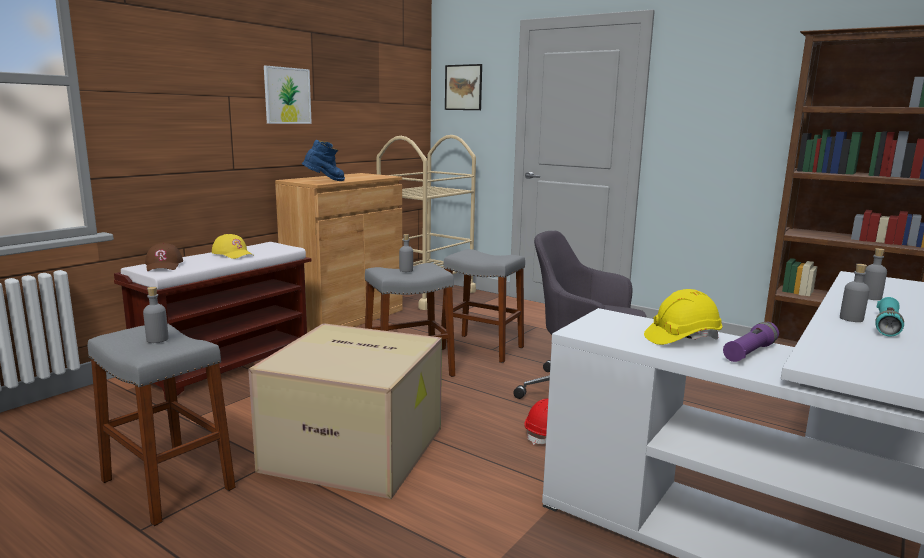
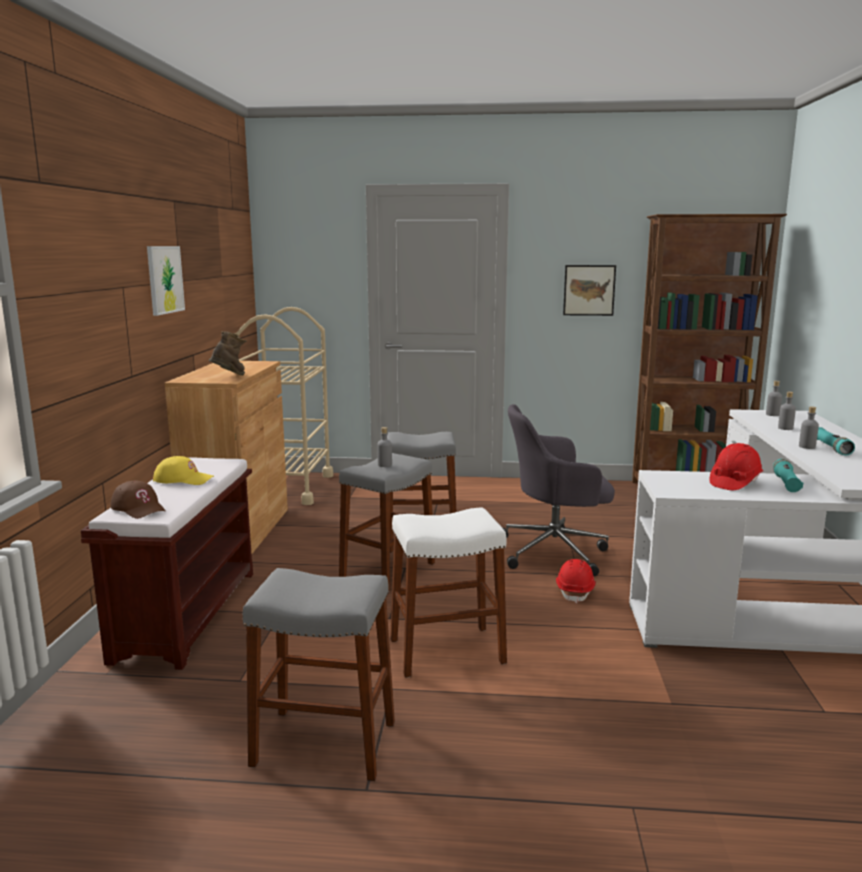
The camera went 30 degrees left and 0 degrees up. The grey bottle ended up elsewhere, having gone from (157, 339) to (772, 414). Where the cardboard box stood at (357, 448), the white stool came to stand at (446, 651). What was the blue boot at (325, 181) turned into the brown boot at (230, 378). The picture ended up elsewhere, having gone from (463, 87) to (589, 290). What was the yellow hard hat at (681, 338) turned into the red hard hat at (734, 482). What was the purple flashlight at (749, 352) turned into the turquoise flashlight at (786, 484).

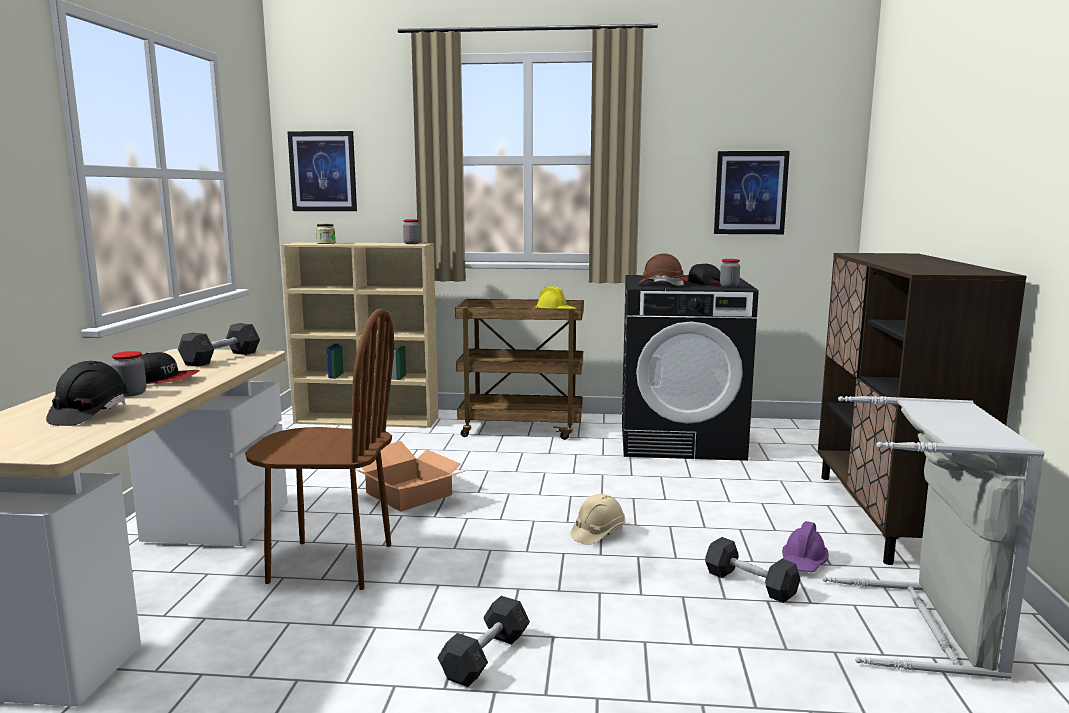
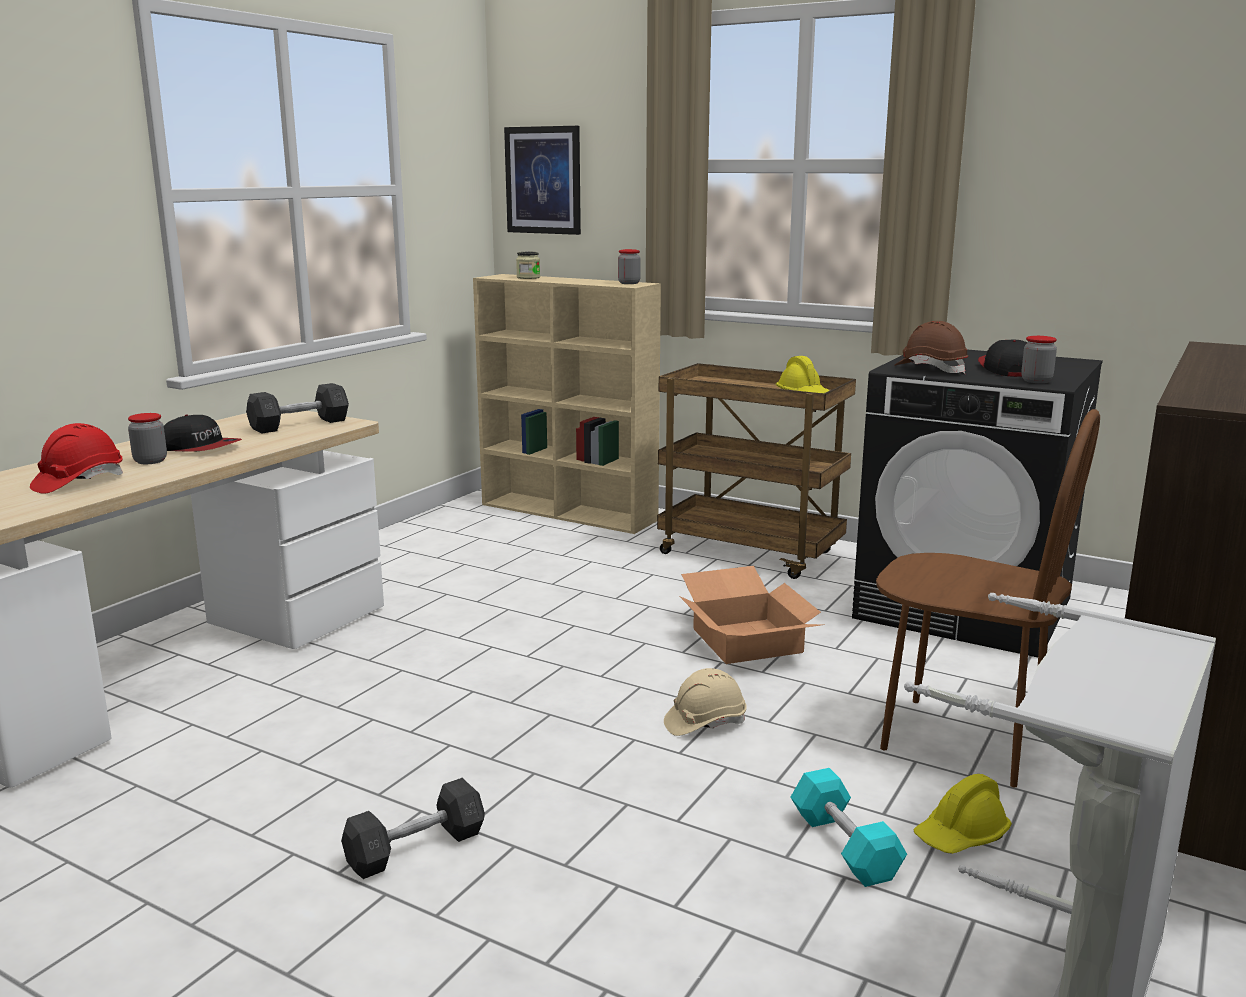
The camera went 25 degrees right and 5 degrees up. What was the black hard hat at (89, 414) turned into the red hard hat at (78, 482). The brown chair ended up elsewhere, having gone from (331, 564) to (961, 739). The cardboard box ended up elsewhere, having gone from (407, 494) to (745, 640). What was the grey dumbbell at (750, 584) turned into the turquoise dumbbell at (844, 846). The second view lost the picture at (750, 193). What was the purple hard hat at (803, 562) turned into the yellow hard hat at (961, 836).

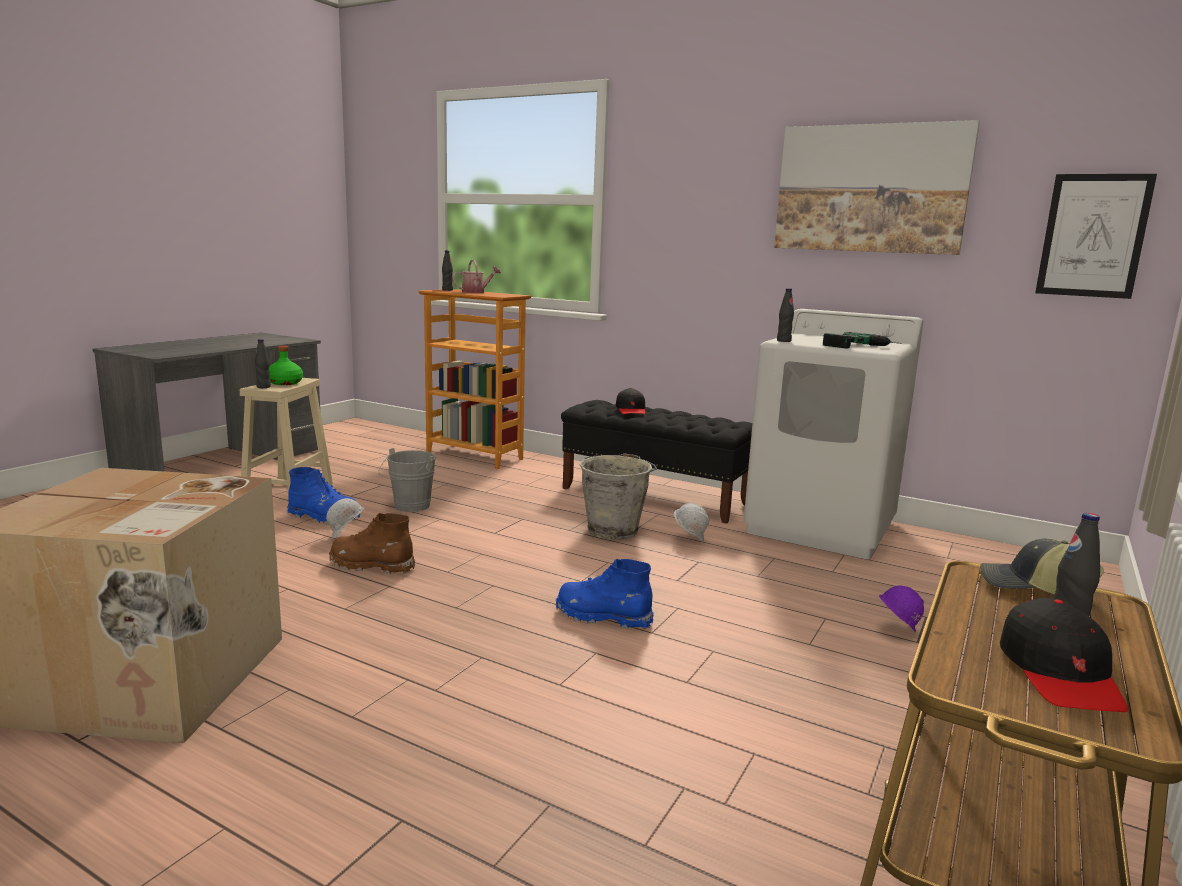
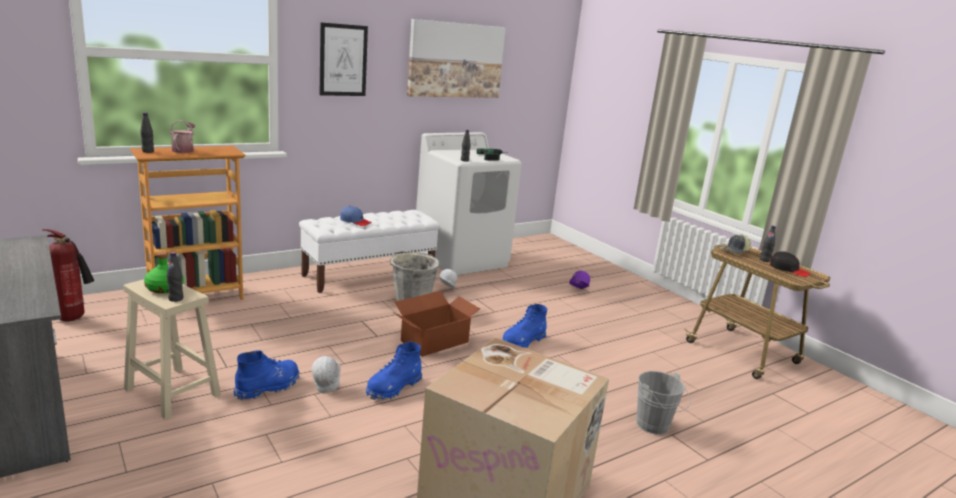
The camera went 65 degrees left and 5 degrees up. What was the brown boot at (372, 566) turned into the blue boot at (393, 388). The grey bucket ended up elsewhere, having gone from (409, 507) to (655, 426). What was the black bench at (655, 496) turned into the white bench at (369, 275). What was the black cap at (631, 410) turned into the blue cap at (355, 221). The picture ended up elsewhere, having gone from (1093, 236) to (343, 60). The second view gained the fire extinguisher at (74, 318). The second view gained the cardboard box at (433, 341).

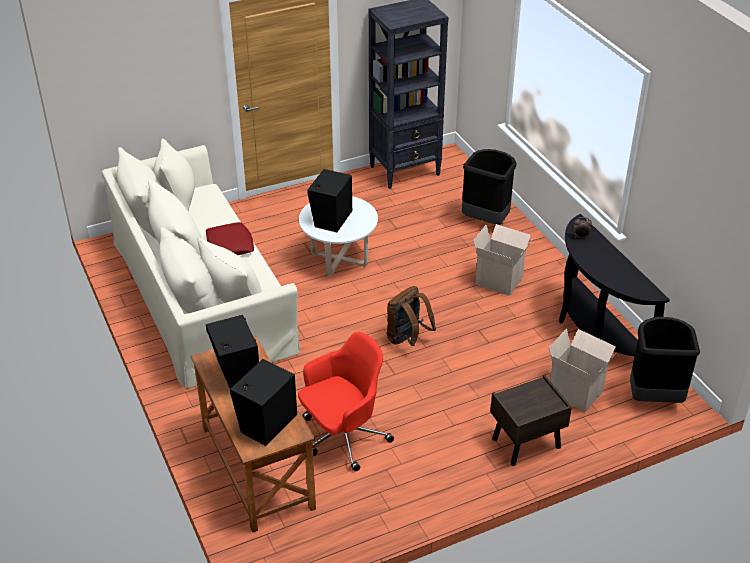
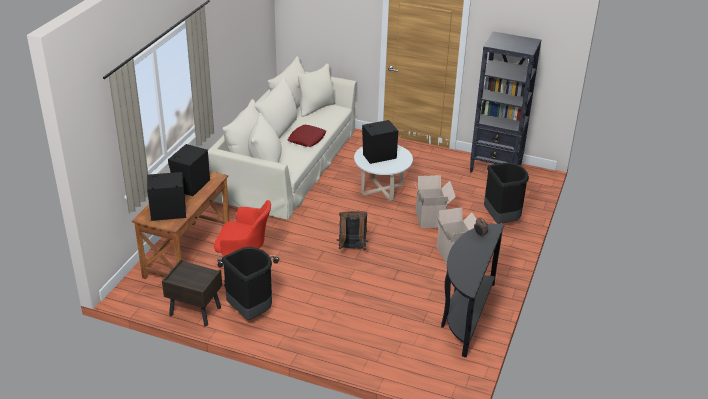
The camera went 45 degrees right and 5 degrees down. The brown nightstand ended up elsewhere, having gone from (525, 444) to (194, 311). The cardboard box ended up elsewhere, having gone from (577, 392) to (431, 219). The black trash can ended up elsewhere, having gone from (654, 397) to (251, 312).

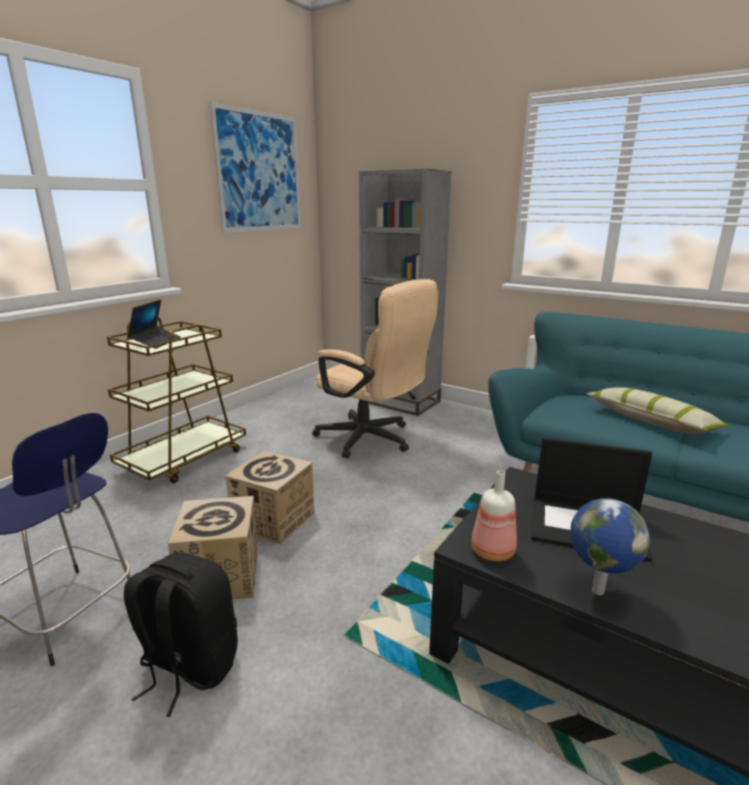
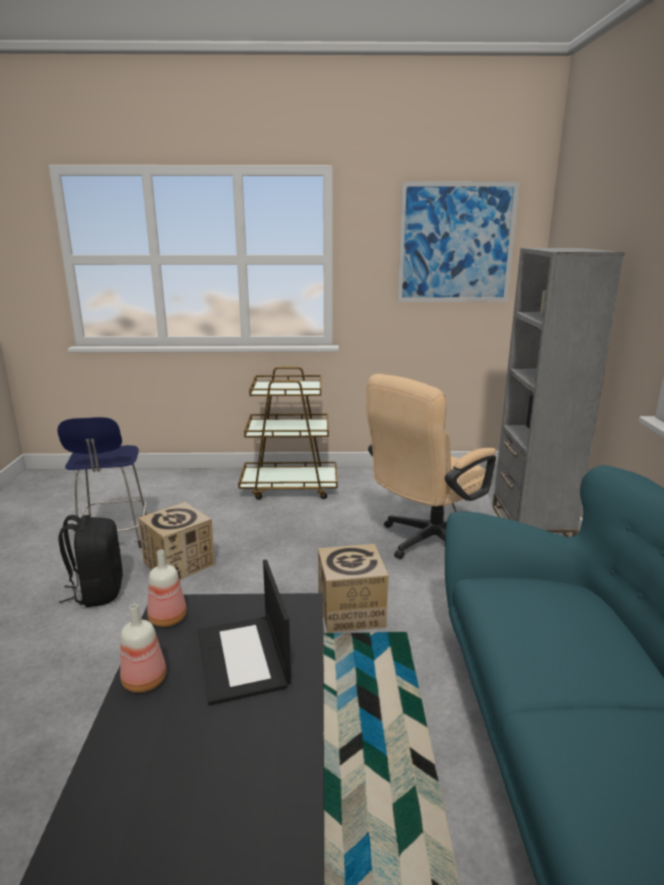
The camera went 55 degrees right and 0 degrees up. The second view lost the laptop at (156, 342). The cardboard box ended up elsewhere, having gone from (274, 520) to (351, 611). The beige office chair at (372, 440) ended up facing another way, 45 degrees clockwise from before. Where the globe stood at (596, 590), the bottle came to stand at (145, 680). The second view lost the pillow at (651, 422).

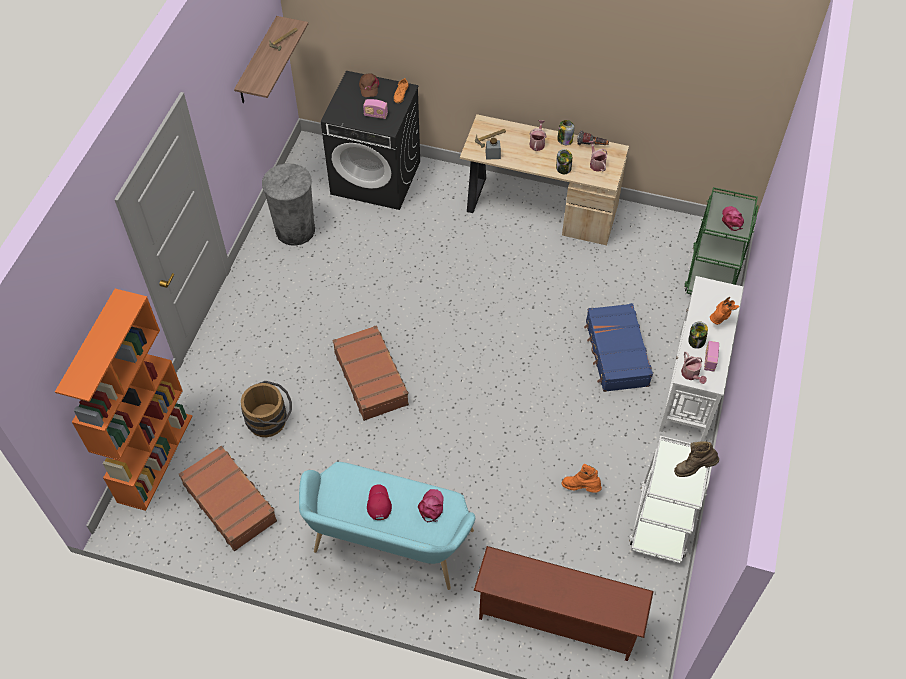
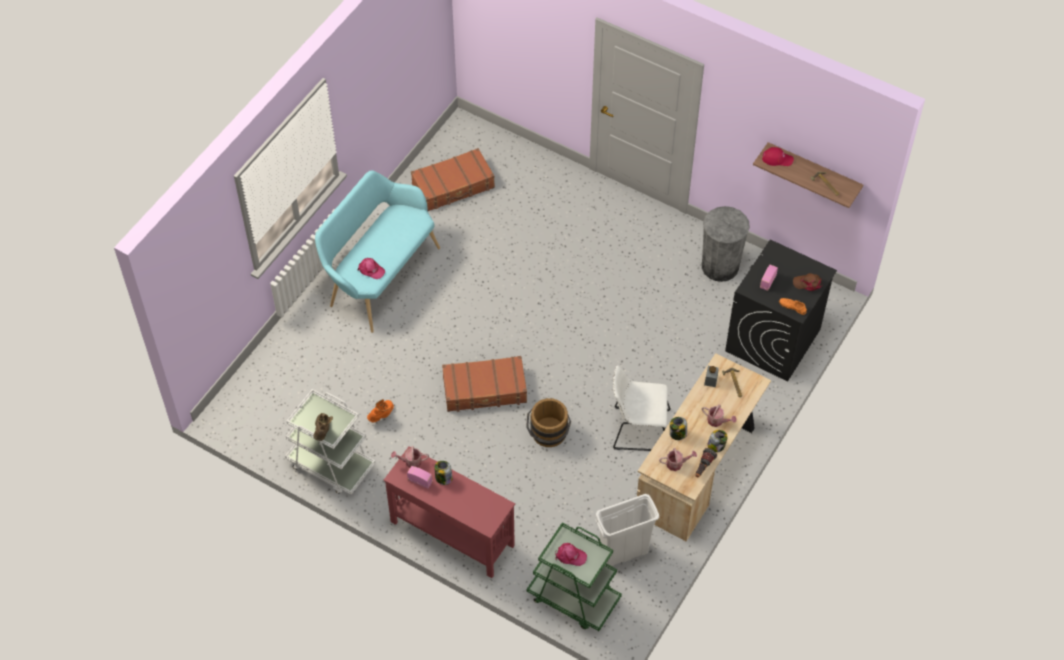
The camera went 105 degrees right and 0 degrees up. The second view lost the orange bookcase at (155, 457). The brown bucket ended up elsewhere, having gone from (271, 420) to (548, 436). The brown suitcase ended up elsewhere, having gone from (371, 378) to (485, 390). The red cap ended up elsewhere, having gone from (378, 503) to (777, 159). The second view lost the brown shoe rack at (556, 620). The second view lost the blue suitcase at (616, 353). What was the white console table at (691, 384) turned into the red console table at (452, 533). The second view lost the orange boot at (720, 318). The second view gained the white trash can at (623, 553). The second view gained the white chair at (638, 429).

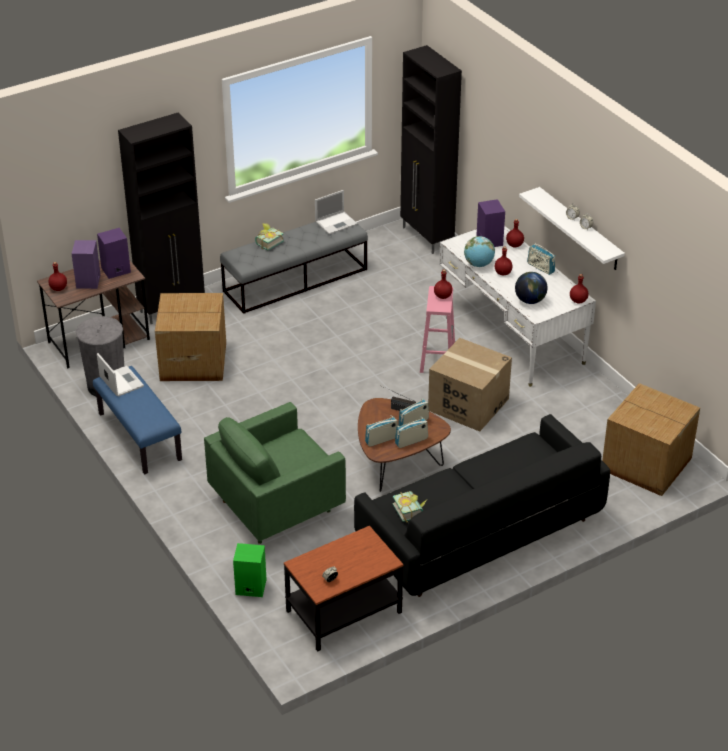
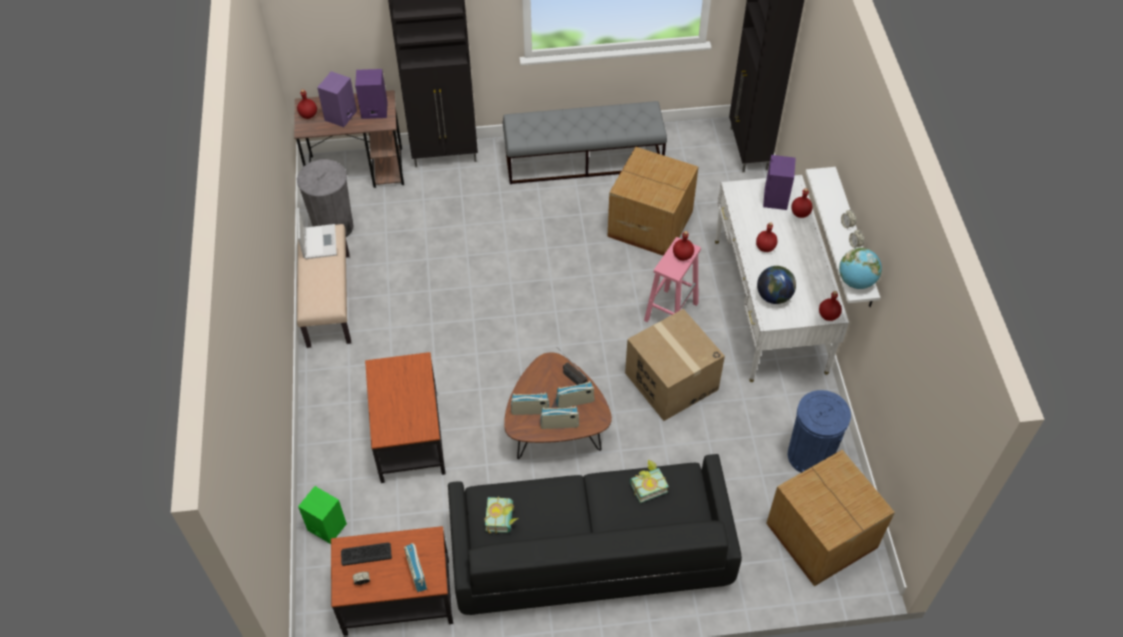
The camera went 25 degrees right and 15 degrees up. What was the blue bench at (139, 437) turned into the beige bench at (328, 299). The cardboard box ended up elsewhere, having gone from (192, 360) to (649, 222). Where the green armchair stood at (277, 505), the side table came to stand at (409, 435). The book ended up elsewhere, having gone from (267, 242) to (647, 485). The second view lost the laptop at (336, 223). The globe ended up elsewhere, having gone from (478, 264) to (856, 281). The radio ended up elsewhere, having gone from (540, 267) to (417, 573). The second view gained the keyboard at (366, 554). The second view gained the blue trash can at (810, 455).

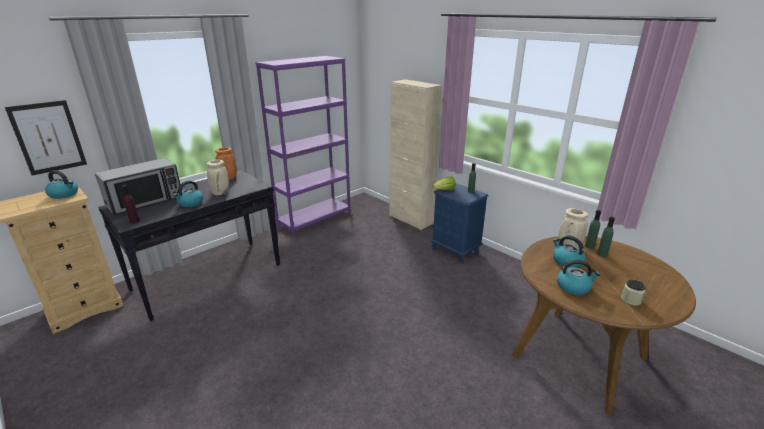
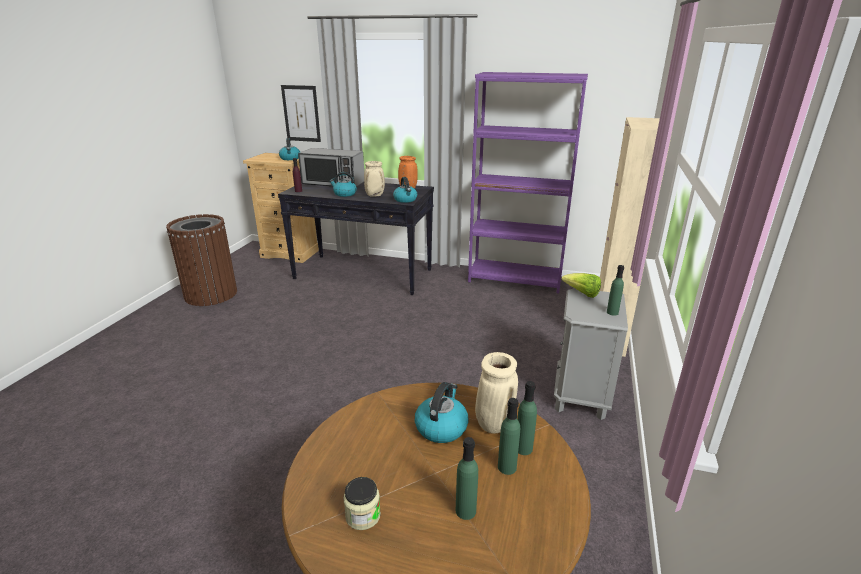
The camera went 60 degrees right and 0 degrees up. What was the blue nightstand at (455, 250) turned into the grey nightstand at (581, 396). The kettle ended up elsewhere, having gone from (573, 287) to (405, 200). The second view gained the brown trash can at (211, 294). The second view gained the green bottle at (465, 510).

